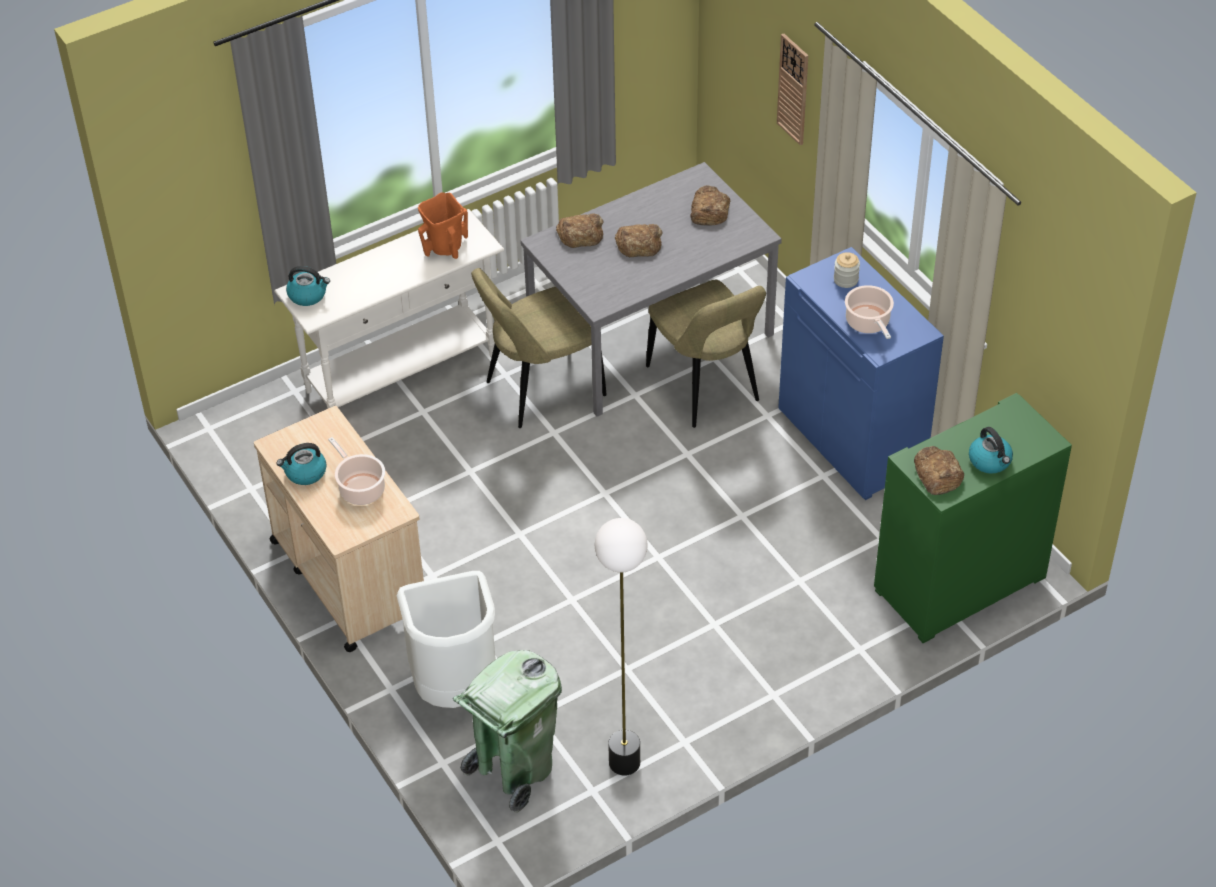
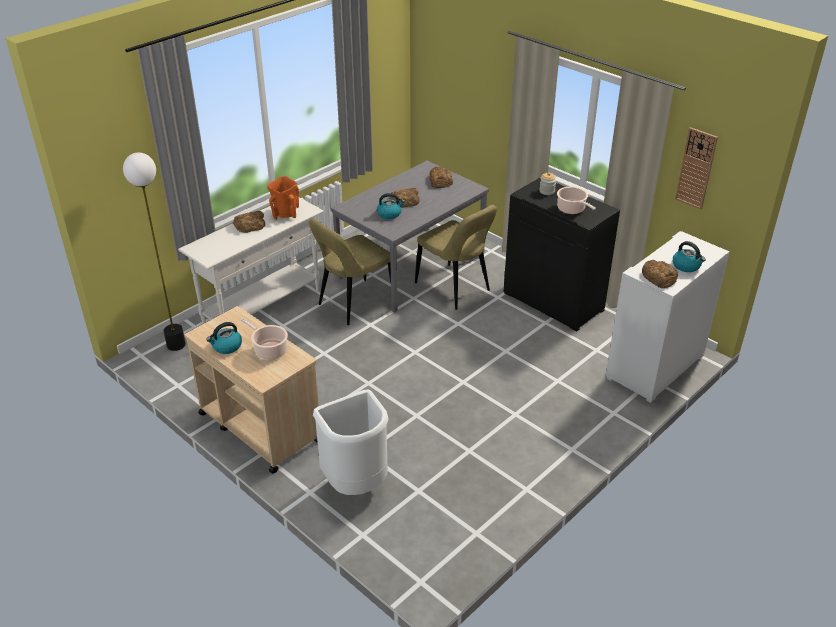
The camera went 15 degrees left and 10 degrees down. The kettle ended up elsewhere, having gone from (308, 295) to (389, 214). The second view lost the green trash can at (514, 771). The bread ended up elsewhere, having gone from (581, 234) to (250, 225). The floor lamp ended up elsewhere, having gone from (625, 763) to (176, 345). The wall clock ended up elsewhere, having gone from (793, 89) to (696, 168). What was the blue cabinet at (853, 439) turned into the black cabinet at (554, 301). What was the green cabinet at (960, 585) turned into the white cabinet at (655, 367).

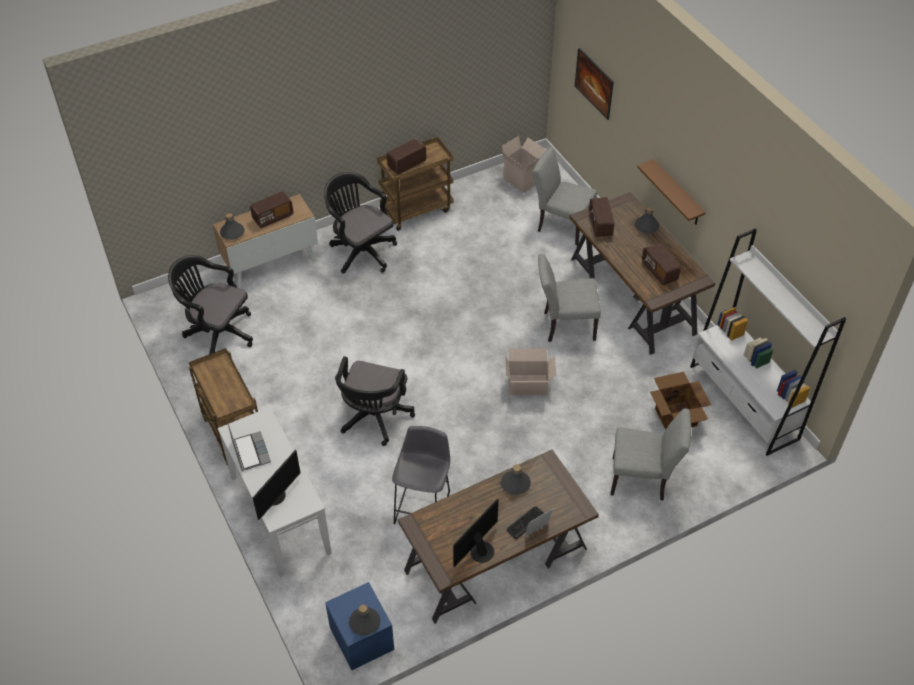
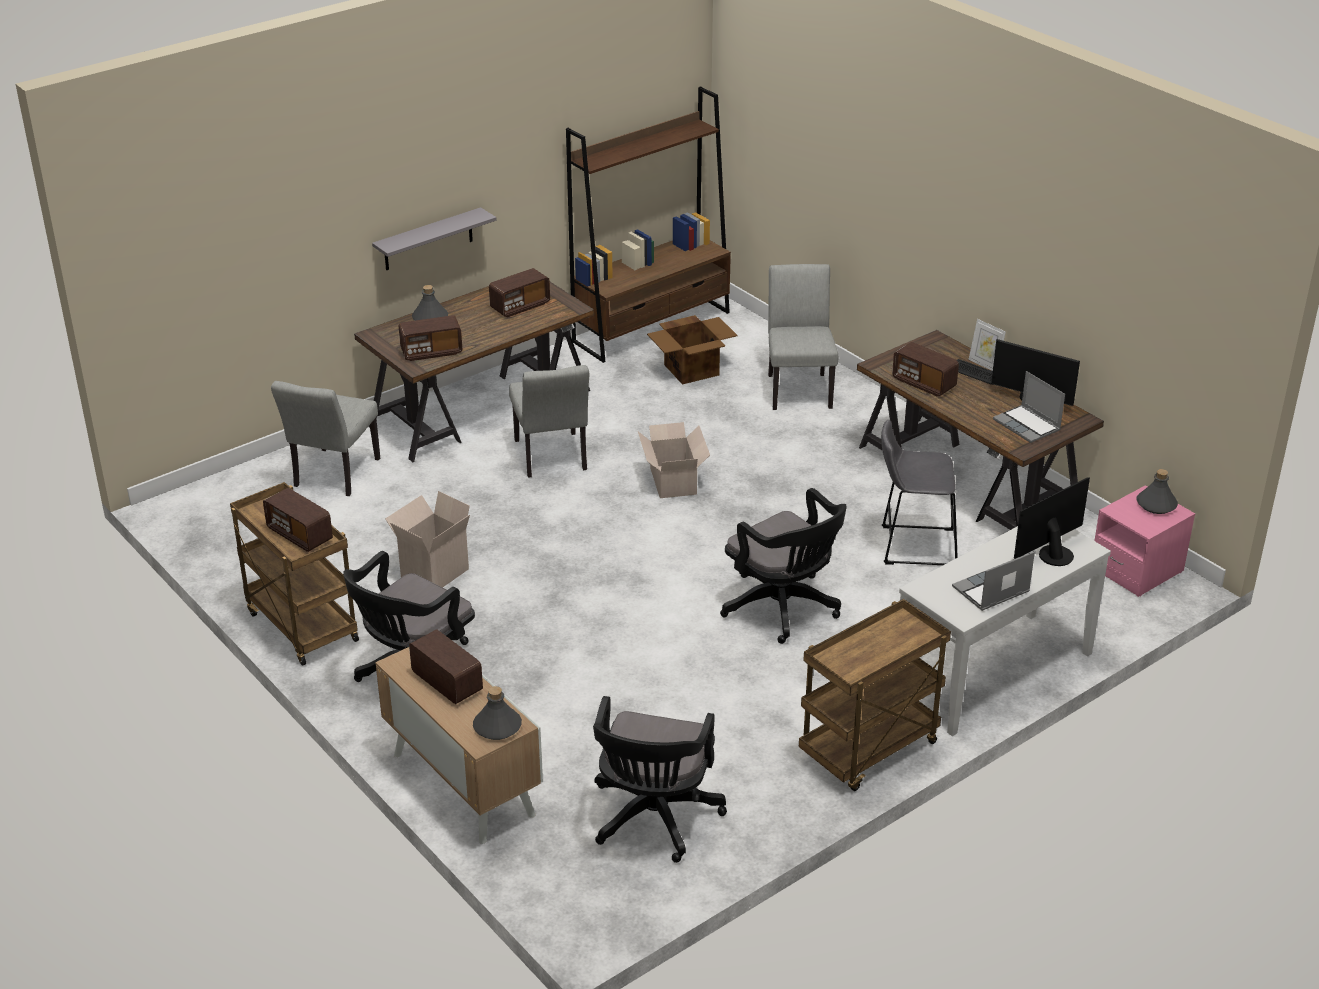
The camera went 100 degrees left and 15 degrees down. The monitor at (276, 497) ended up facing another way, 60 degrees counterclockwise from before. What was the blue nightstand at (362, 639) turned into the pink nightstand at (1136, 570). The black office chair at (374, 419) ended up facing another way, 45 degrees clockwise from before. Where the grey bottle stood at (515, 484), the radio came to stand at (924, 383). The cardboard box ended up elsewhere, having gone from (523, 180) to (434, 572). The second view lost the picture at (593, 93). What was the brown shelf at (677, 194) turned into the grey shelf at (428, 240). What was the white bookcase at (743, 402) turned into the brown bookcase at (652, 327). The second view gained the laptop at (1027, 425).

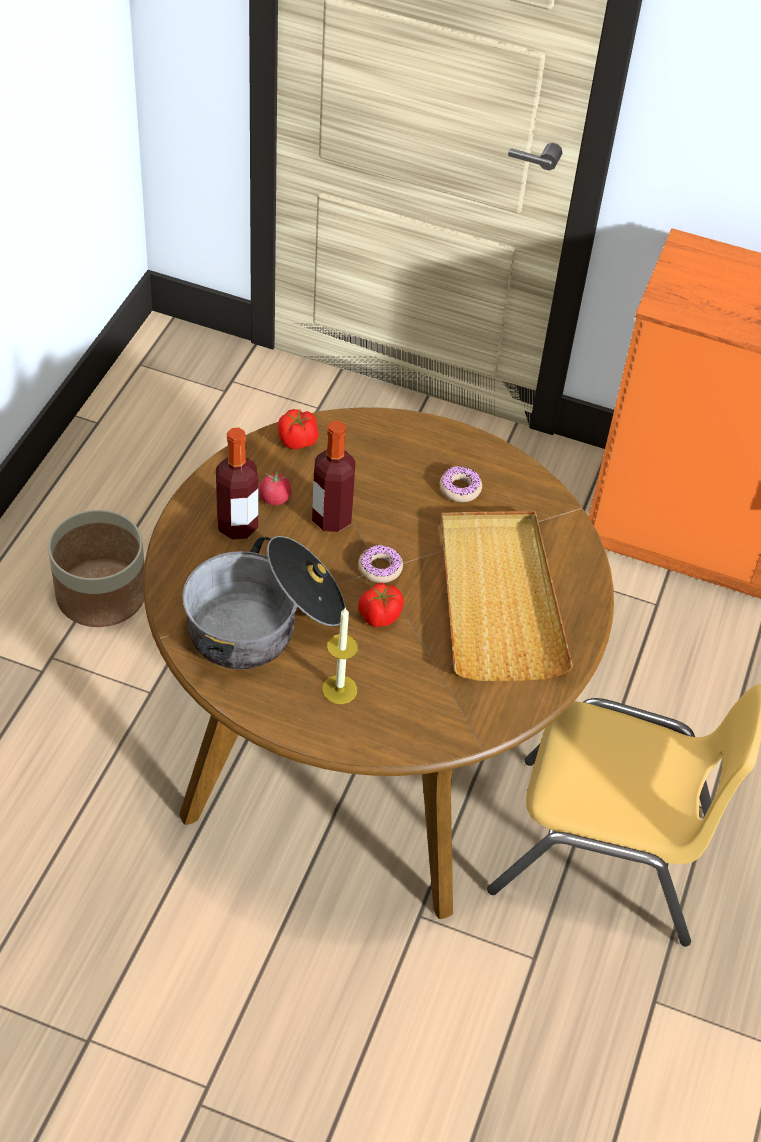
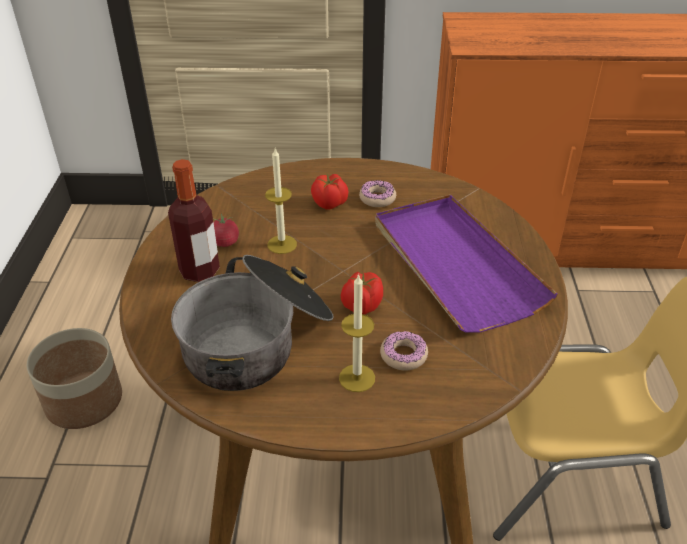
The camera went 15 degrees left and 10 degrees down. The tomato ended up elsewhere, having gone from (298, 441) to (330, 204). Where the bottle stood at (332, 518), the candle came to stand at (282, 244). The donut ended up elsewhere, having gone from (380, 568) to (403, 355). What was the beige tray at (498, 598) turned into the purple tray at (455, 264).

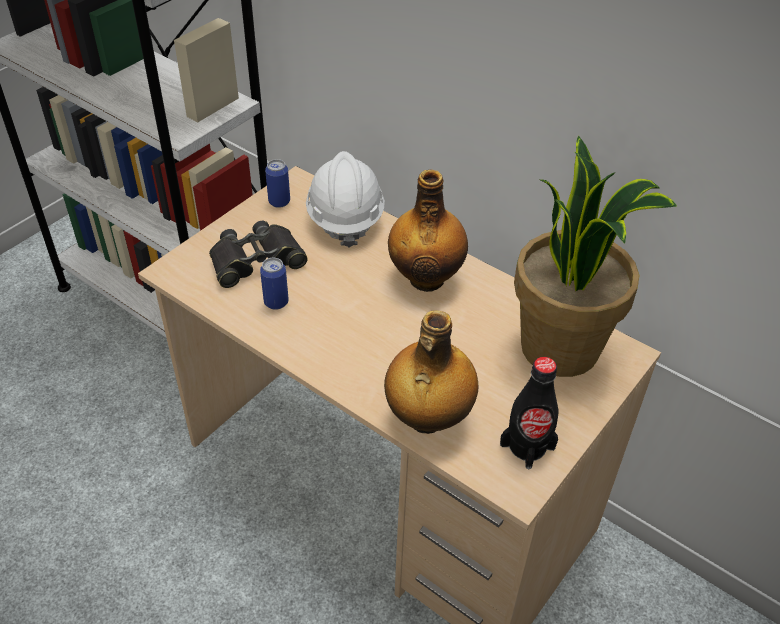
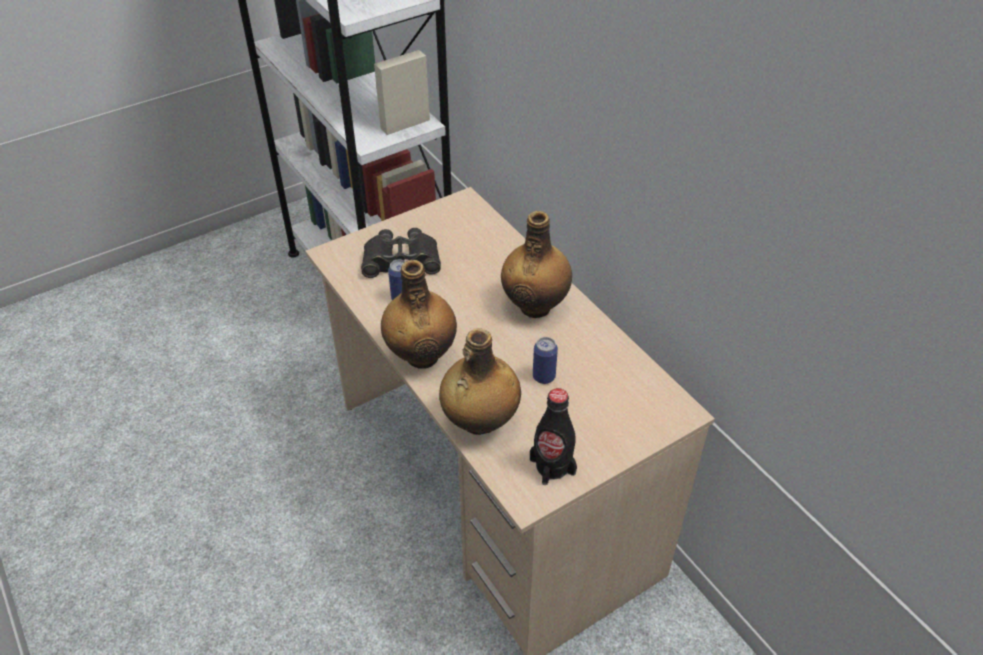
The camera went 20 degrees right and 0 degrees up. The can ended up elsewhere, having gone from (279, 202) to (544, 376). The second view lost the white hard hat at (345, 217). The second view lost the potted plant at (561, 348). The second view gained the bottle at (421, 355).

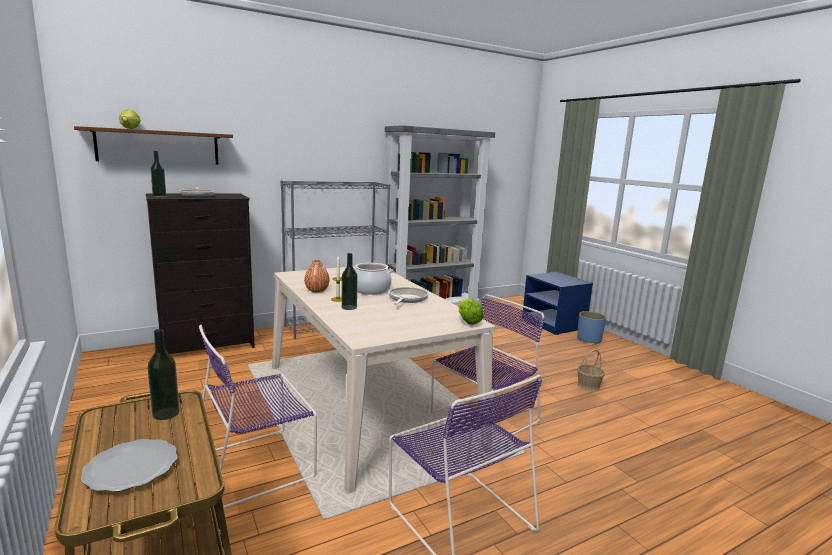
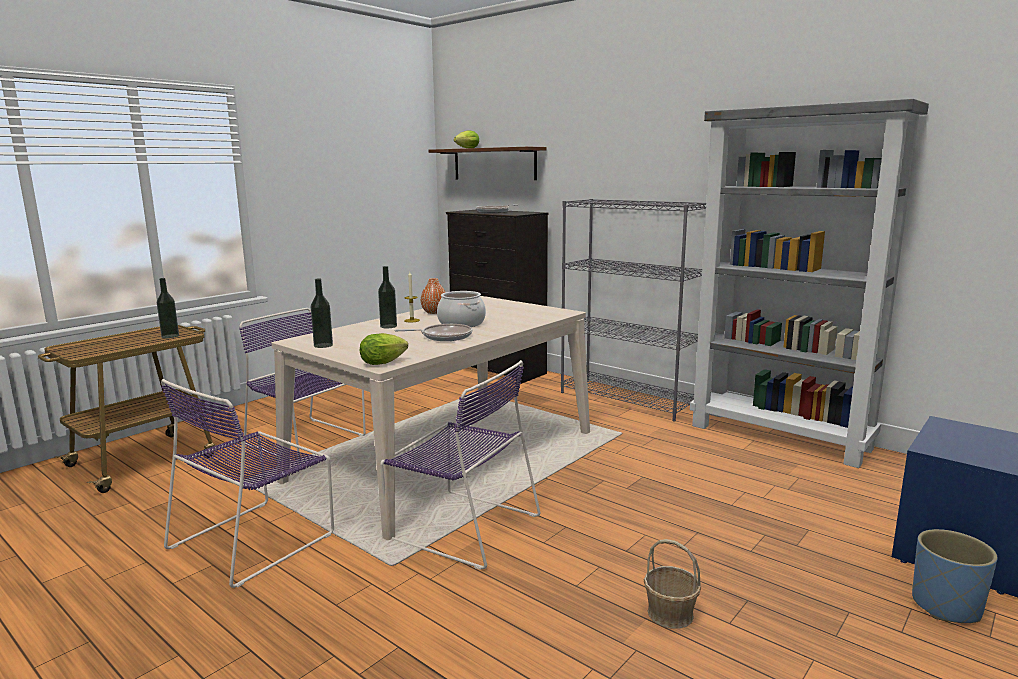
The camera went 70 degrees right and 0 degrees up. The second view lost the plate at (132, 467). The bottle ended up elsewhere, having gone from (159, 196) to (323, 345).

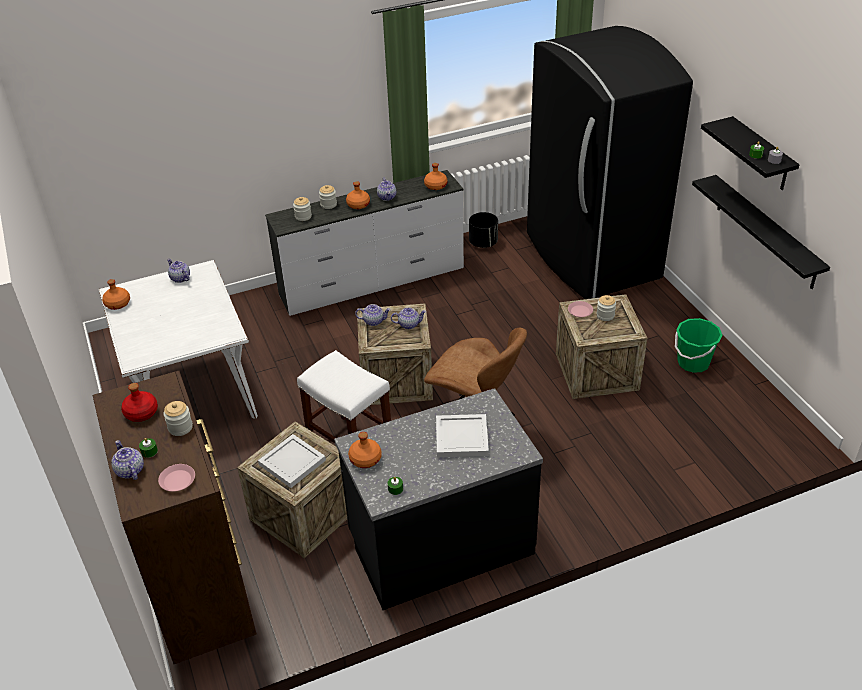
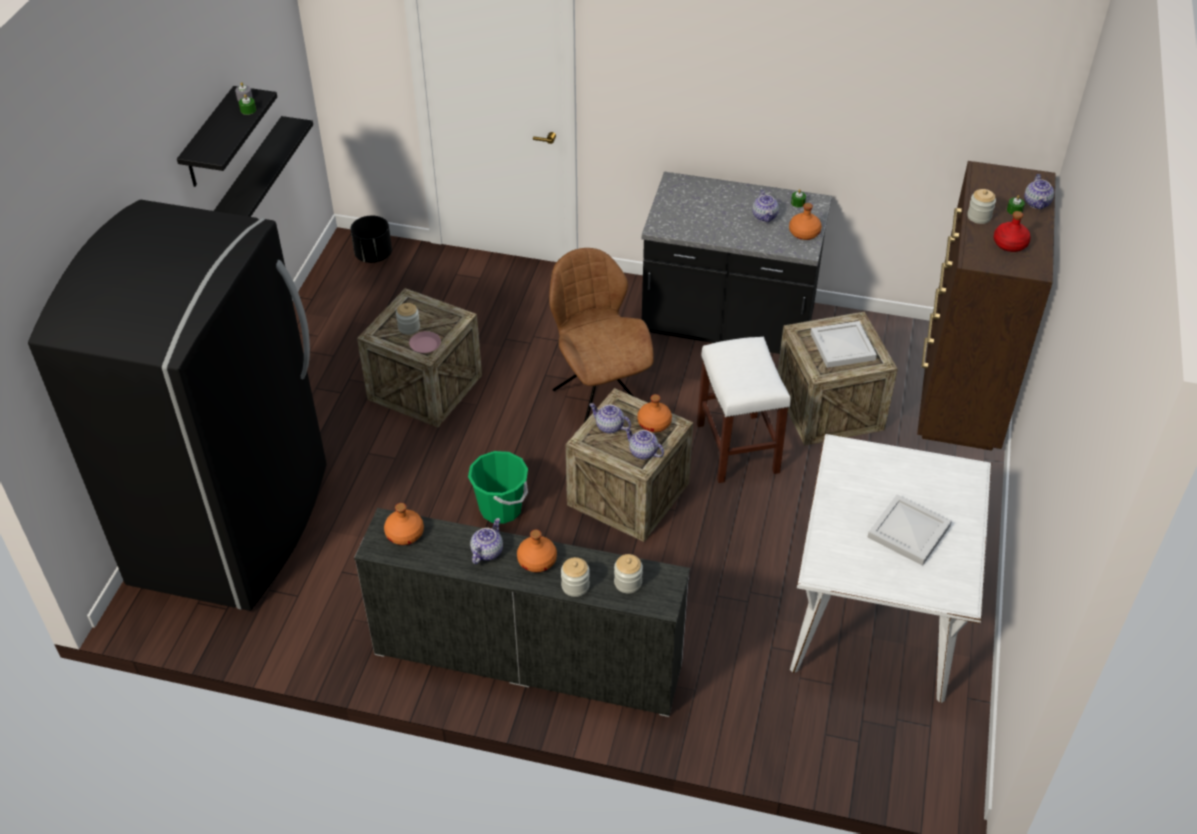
The camera went 145 degrees left and 5 degrees up. The orange bottle ended up elsewhere, having gone from (117, 304) to (654, 423). The second view lost the pink plate at (178, 480). The teapot ended up elsewhere, having gone from (180, 278) to (765, 216). The white tray ended up elsewhere, having gone from (461, 437) to (909, 533). The black planter ended up elsewhere, having gone from (483, 243) to (373, 255). The green bucket ended up elsewhere, having gone from (693, 362) to (501, 508).

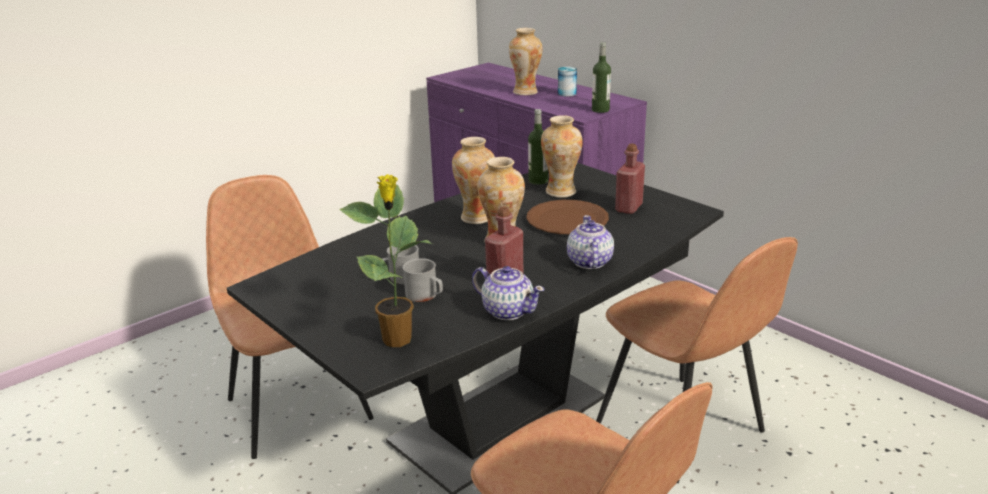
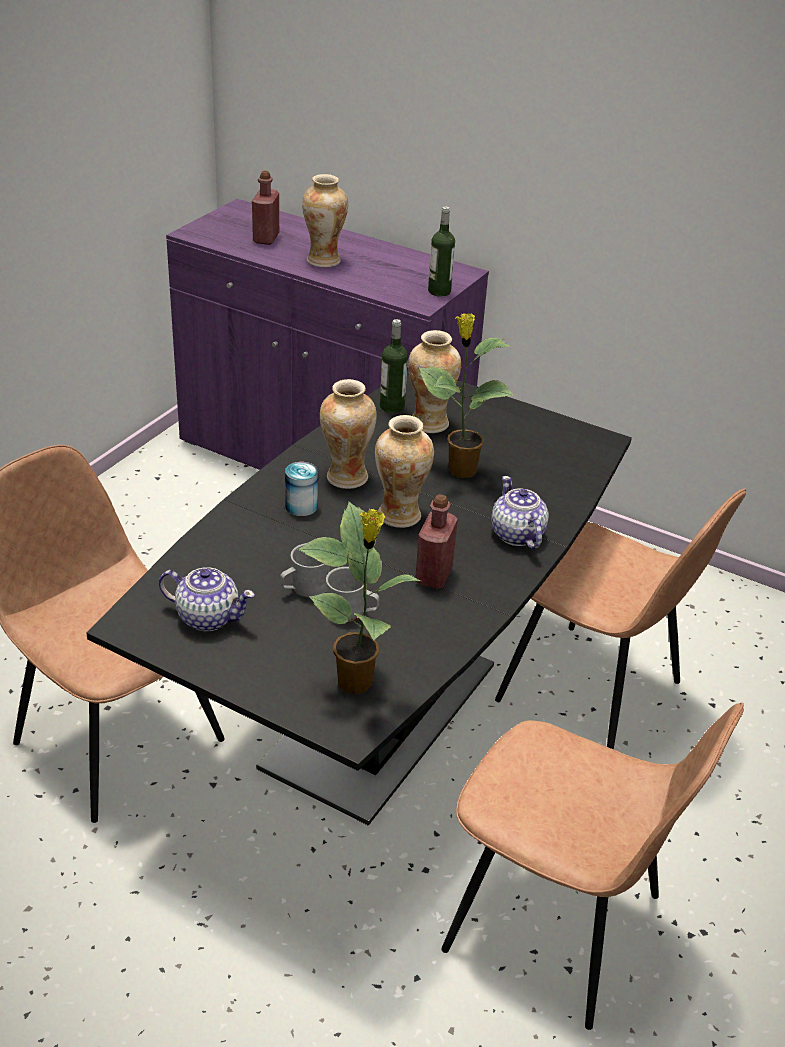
The camera went 20 degrees left and 10 degrees up. The teapot ended up elsewhere, having gone from (507, 311) to (207, 617). Where the brown plate stood at (567, 220), the potted plant came to stand at (460, 470). The can ended up elsewhere, having gone from (567, 93) to (301, 506). The red bottle ended up elsewhere, having gone from (628, 208) to (266, 238).

